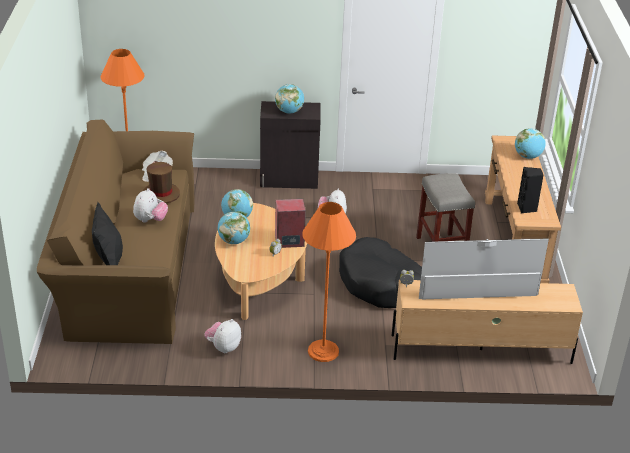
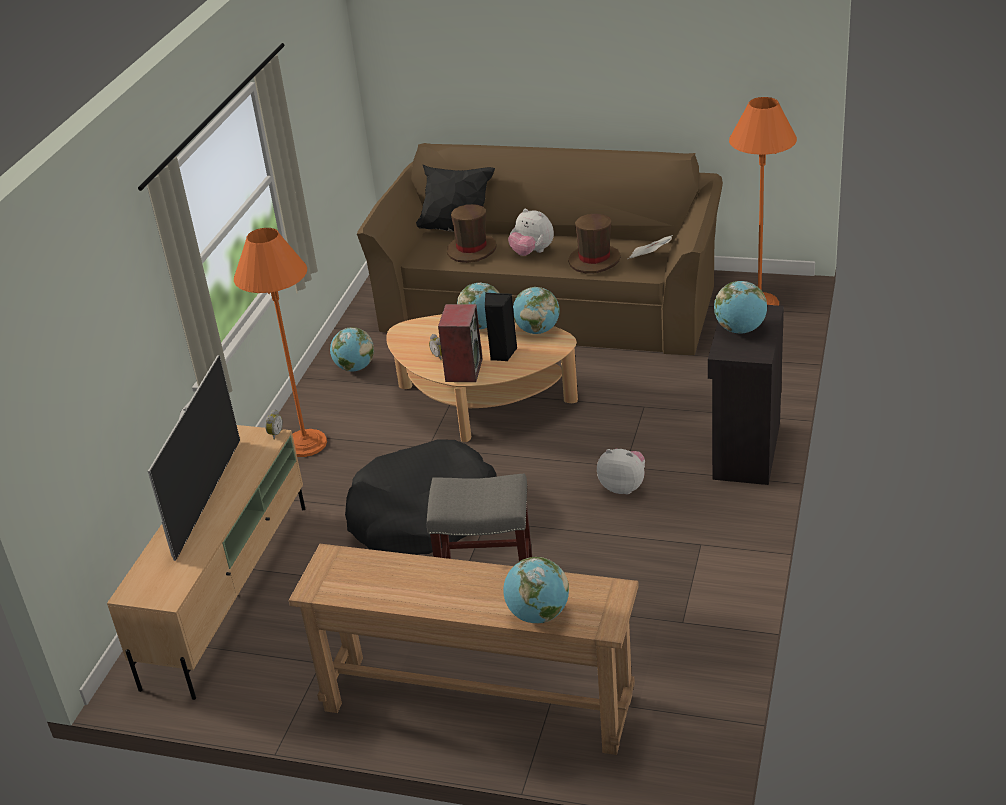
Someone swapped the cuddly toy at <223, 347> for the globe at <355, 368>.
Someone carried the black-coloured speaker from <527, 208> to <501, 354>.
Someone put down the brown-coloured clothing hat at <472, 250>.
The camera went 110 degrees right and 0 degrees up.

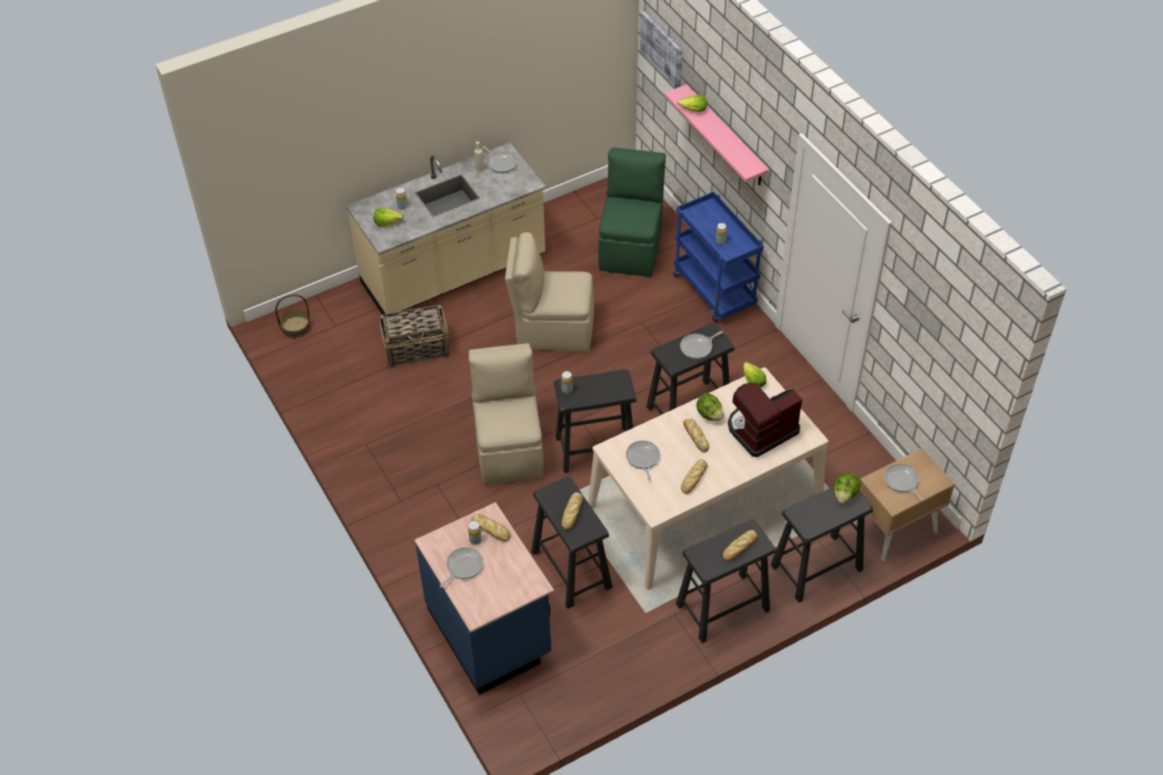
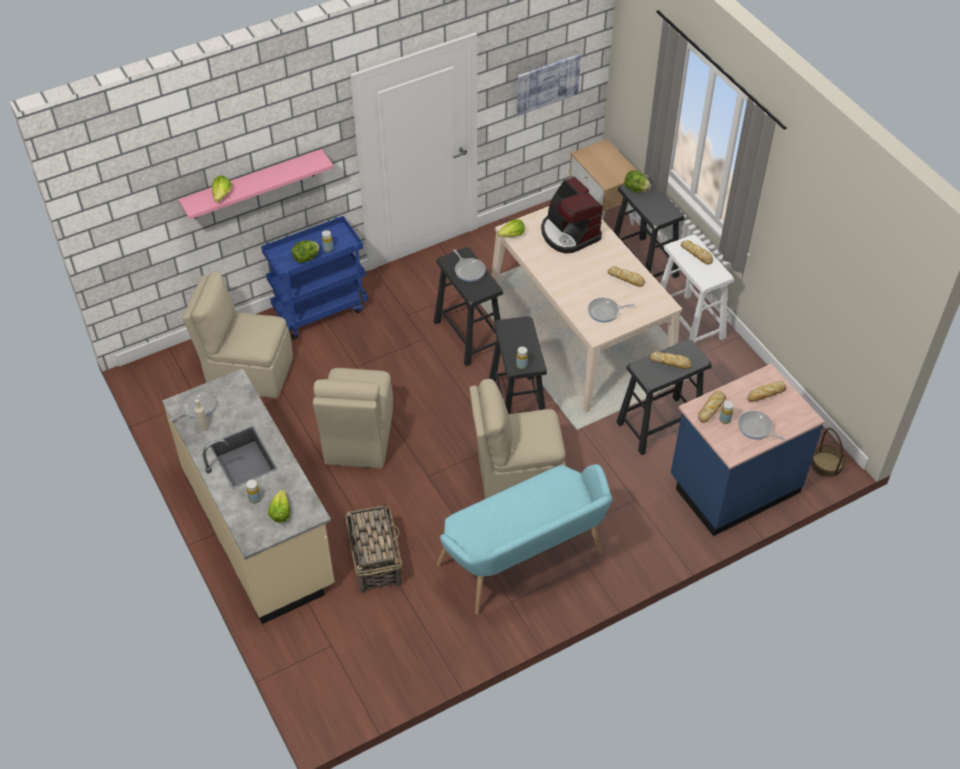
Someone carried the basket from <295, 327> to <826, 464>.
Someone repainted the green upright chair at <631, 248>, which became the beige upright chair at <248, 372>.
Someone carried the wall picture from <662, 49> to <547, 83>.
Someone repainted the black-coloured stool seat at <722, 607>, which became the white-coloured stool seat at <688, 323>.
Someone carried the baked bread from <695, 436> to <765, 394>.
Someone carried the lettuce head from <709, 415> to <306, 258>.
Someone took away the pan at <901, 481>.
Someone put down the turquoise bench at <525, 563>.
The camera went 90 degrees left and 0 degrees up.

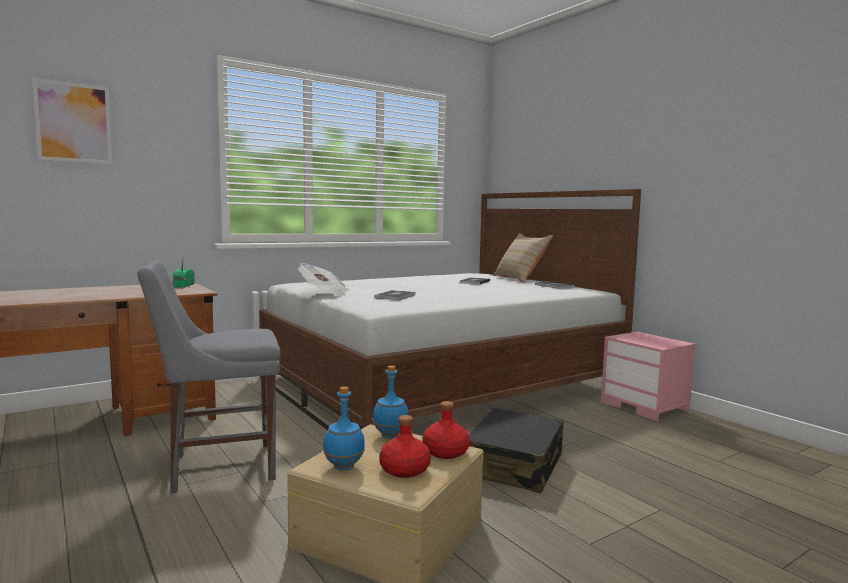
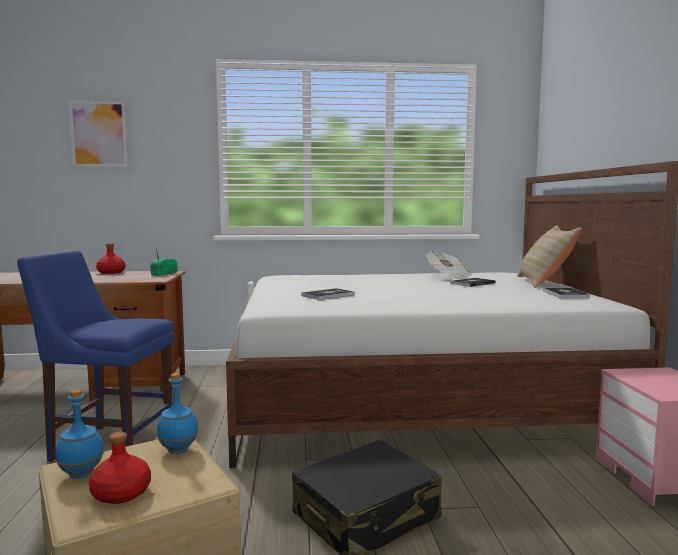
Someone repainted the grey upright chair at <217, 467>, which became the bluish upright chair at <108, 445>.
Someone carried the newspaper from <324, 293> to <448, 277>.
Someone carried the reddish bottle from <445, 452> to <111, 272>.
The camera went 30 degrees right and 0 degrees up.

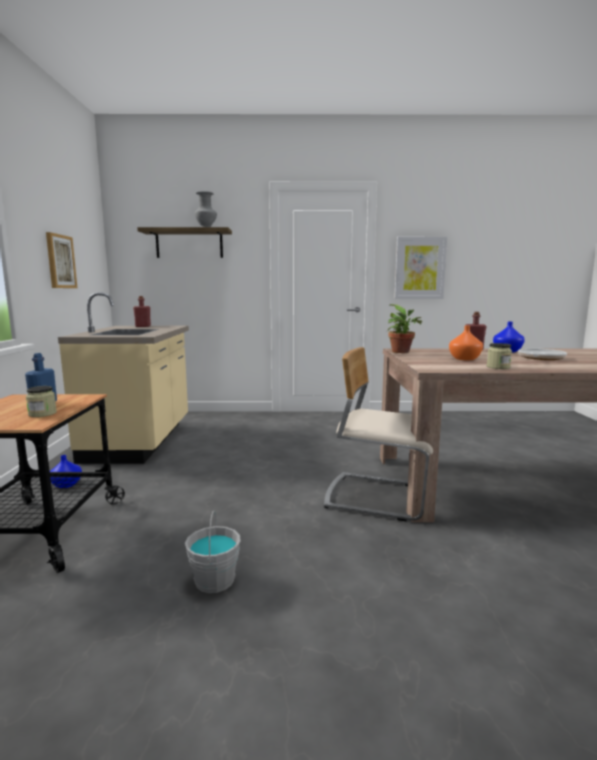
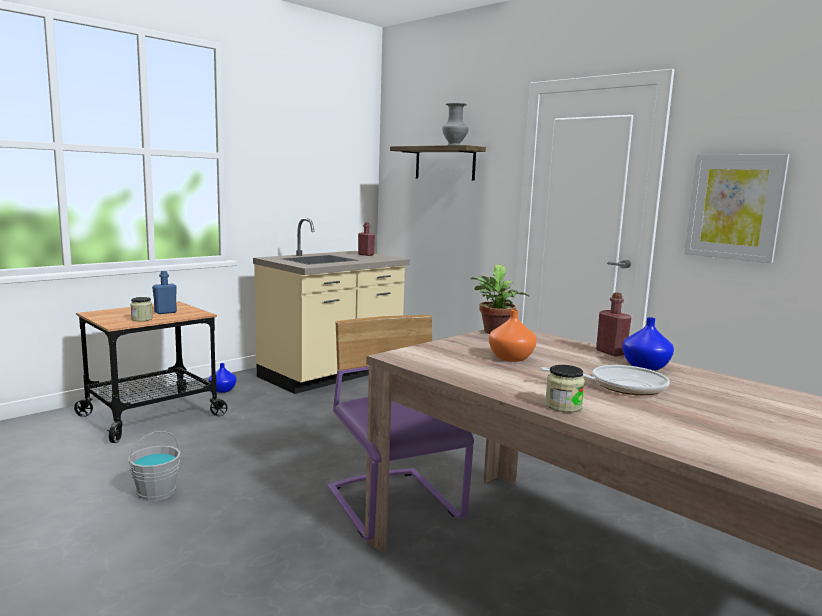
Someone took away the wall picture at <60, 261>.
Someone repainted the beige upright chair at <378, 496>, which became the purple upright chair at <395, 506>.
Someone carried the storage jar from <498, 367> to <563, 406>.
The camera went 45 degrees right and 0 degrees up.

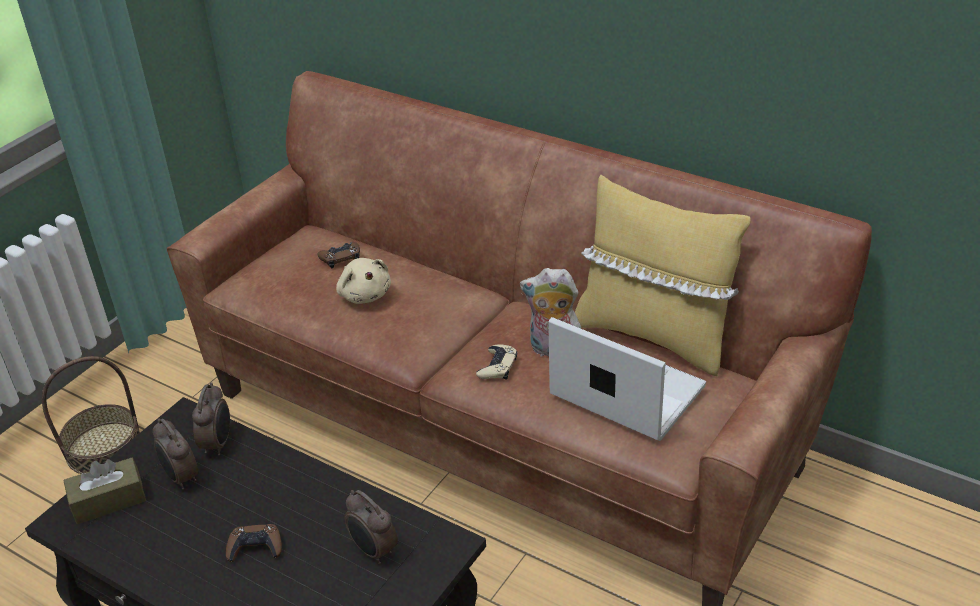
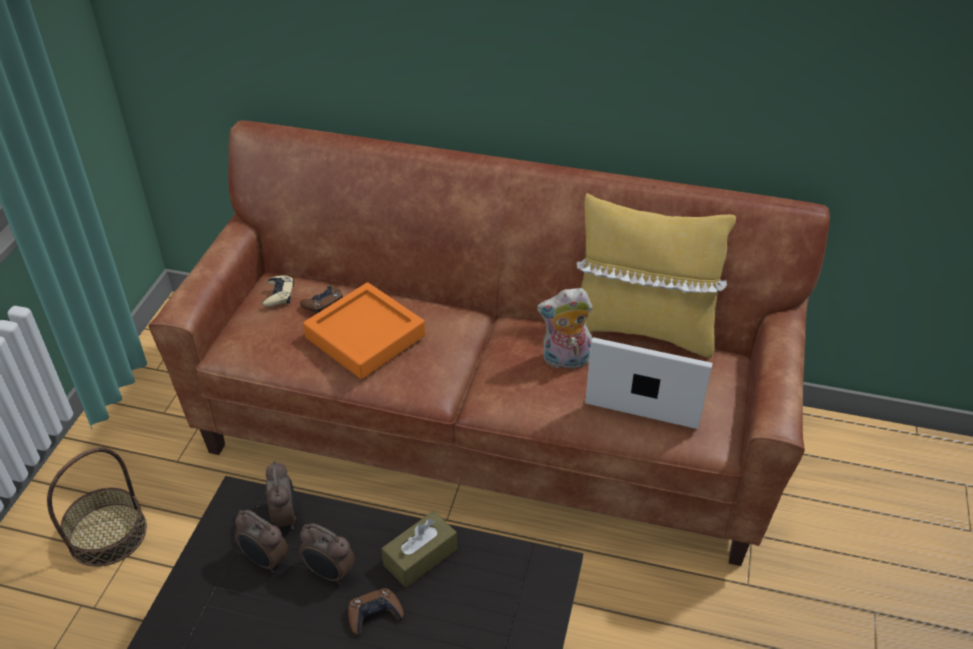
Someone carried the brown-coloured box of tissues from <108, 500> to <420, 557>.
Someone swapped the beige cuddly toy at <364, 294> for the orange serving tray at <365, 336>.
Someone carried the alarm clock from <373, 551> to <329, 573>.
Someone carried the beige game controller from <497, 366> to <279, 294>.
The camera went 20 degrees left and 5 degrees up.

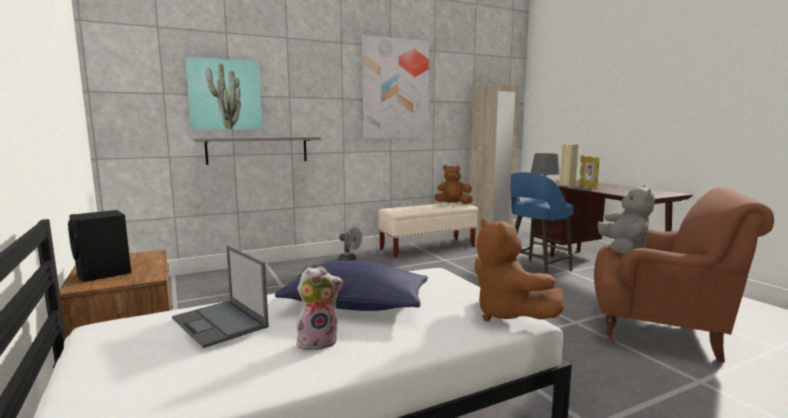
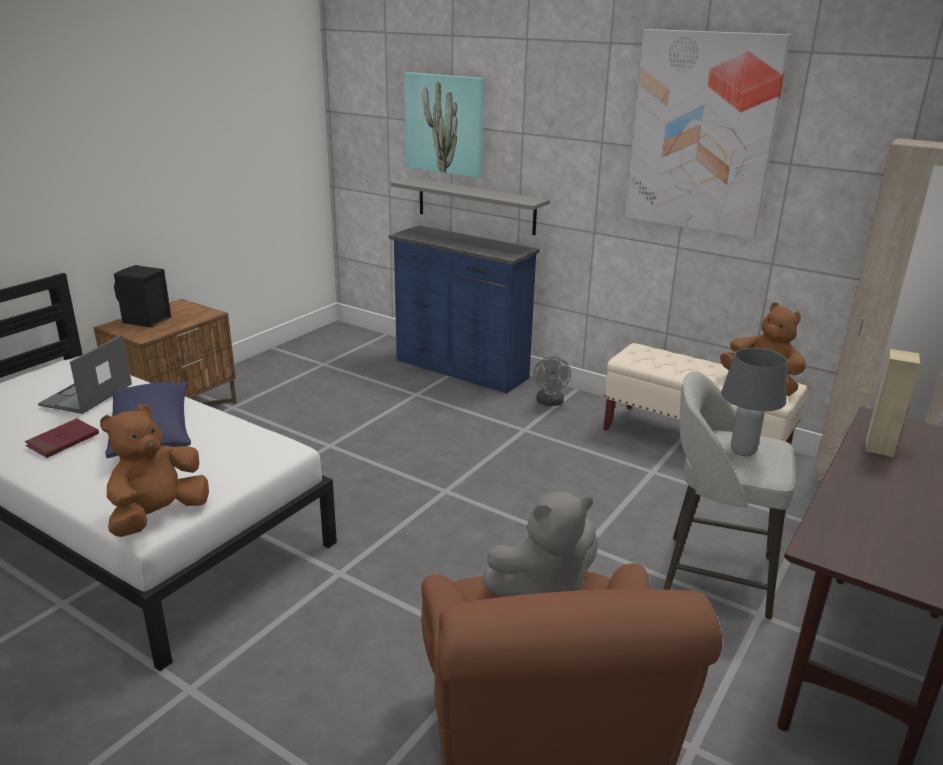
Someone swapped the cuddly toy at <318, 341> for the reddish bound book at <63, 441>.
Someone repainted the bluish stool seat at <536, 270>, which became the grey stool seat at <713, 574>.
Someone took away the picture frame at <588, 187>.
Someone put down the bluish dresser at <461, 370>.
The camera went 60 degrees right and 15 degrees up.

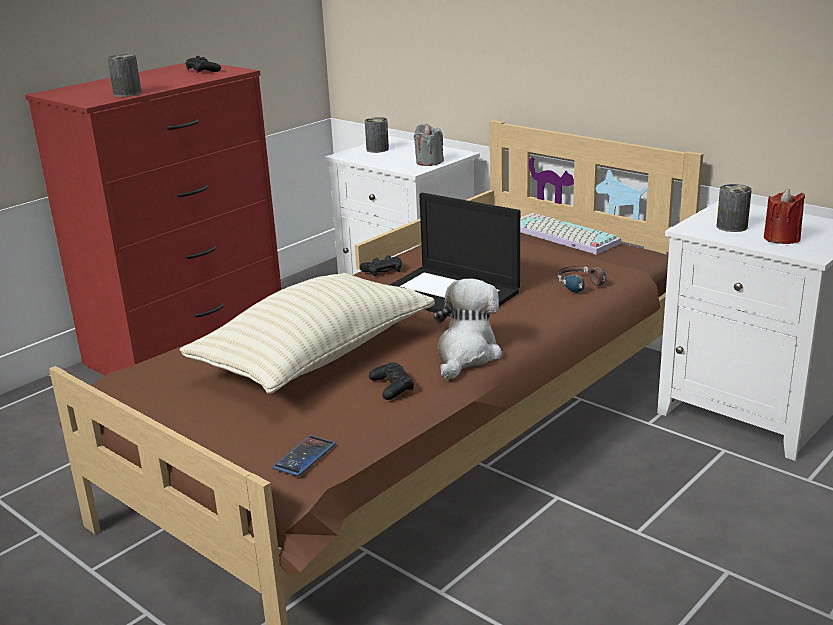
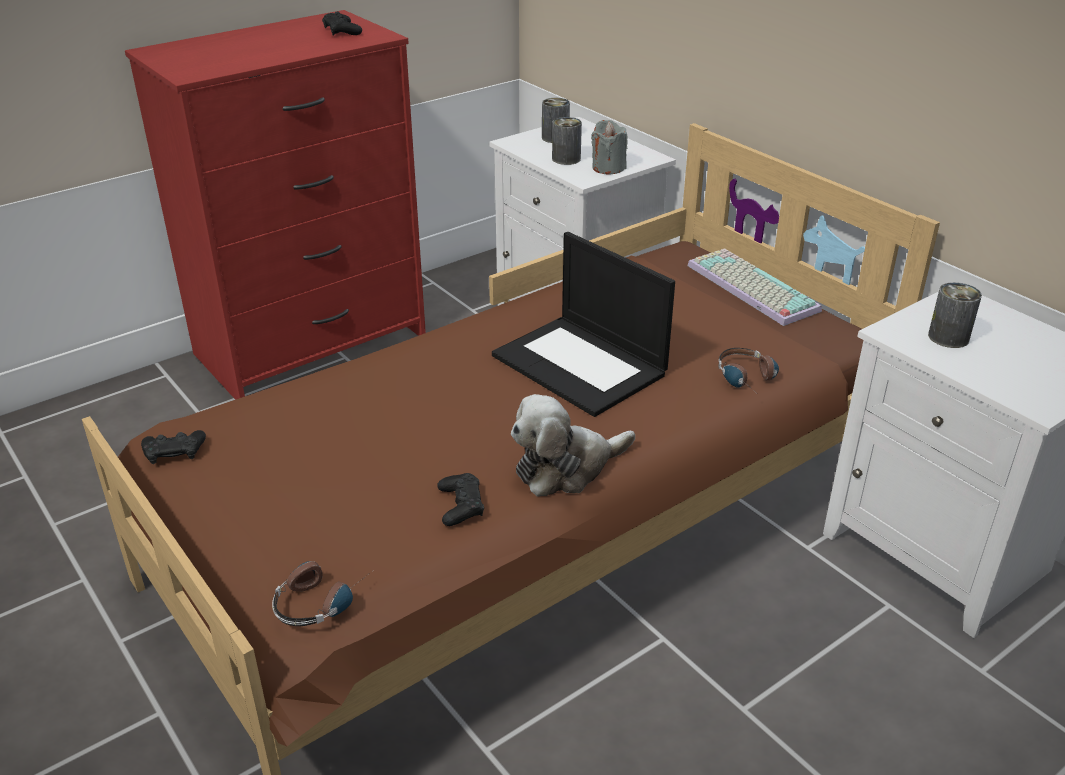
Someone carried the metal can from <127, 93> to <566, 159>.
Someone took away the beige throw pillow at <315, 357>.
Someone swapped the phone at <304, 456> for the pair of headphones at <322, 599>.
Someone carried the black-coloured game controller from <382, 271> to <174, 452>.
Someone rotated the cuddly toy at <466, 355> by 150 degrees counterclockwise.
Someone took away the reddish candle at <781, 238>.
The camera went 10 degrees right and 10 degrees up.

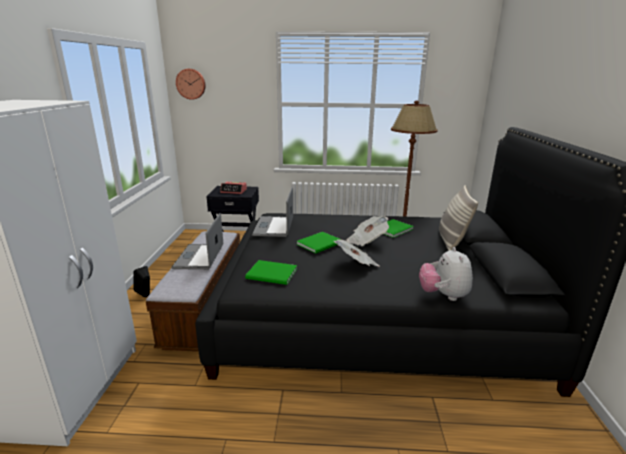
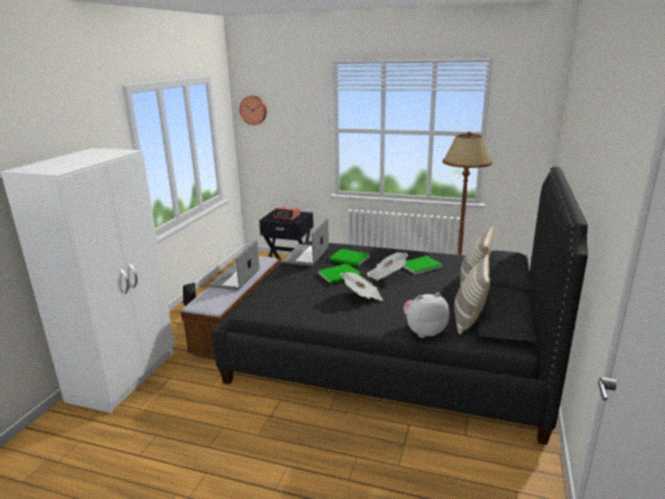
Someone carried the green bound book from <272, 274> to <350, 259>.
Someone rotated the cuddly toy at <443, 295> by 60 degrees clockwise.
Someone put down the throw pillow at <468, 320>.
The camera went 15 degrees right and 0 degrees up.

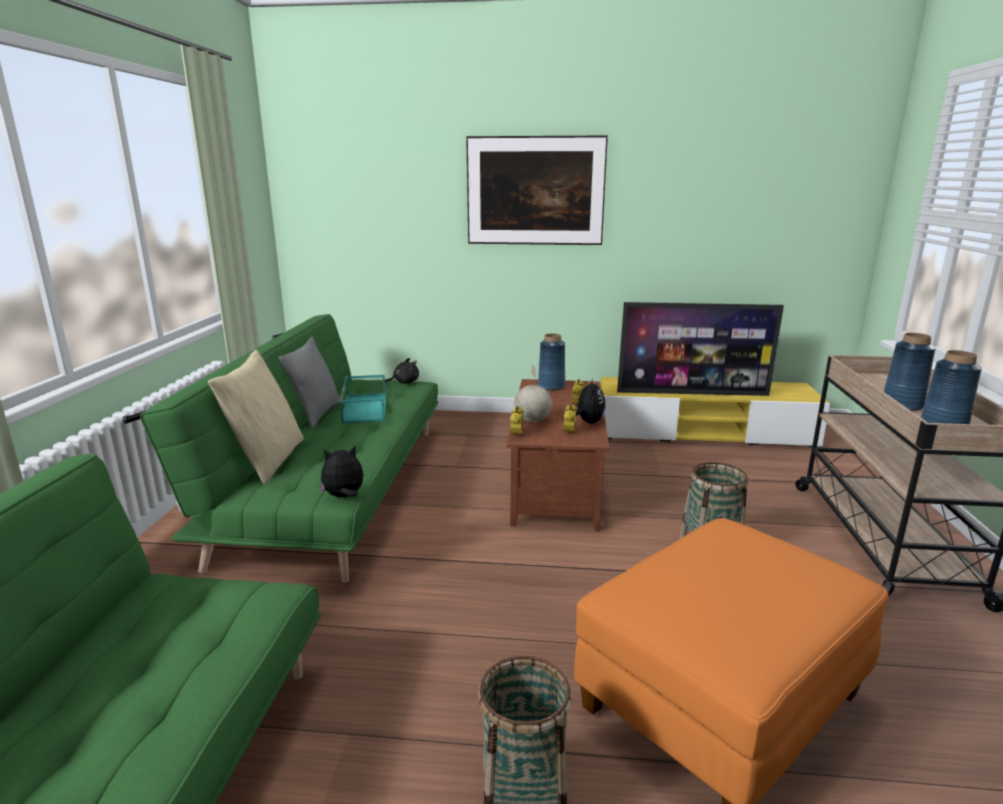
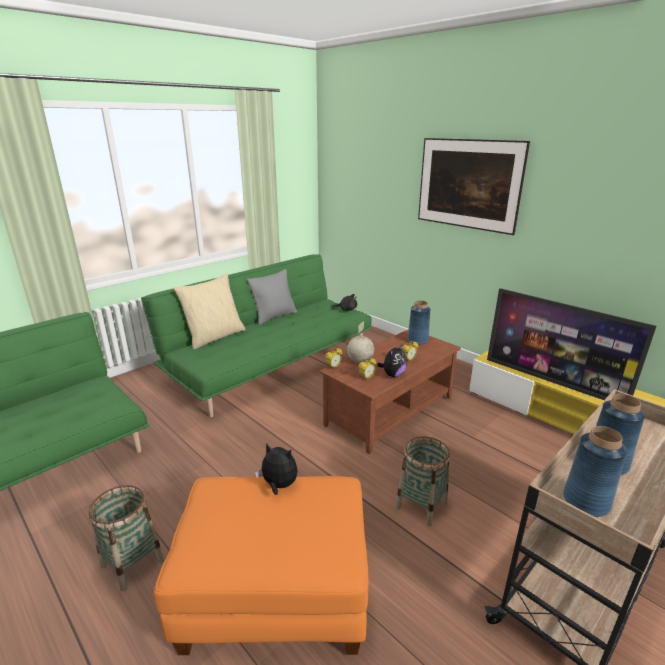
Someone carried the cuddly toy from <344, 496> to <279, 486>.
Someone took away the turquoise serving tray at <364, 407>.
The camera went 40 degrees right and 5 degrees up.

